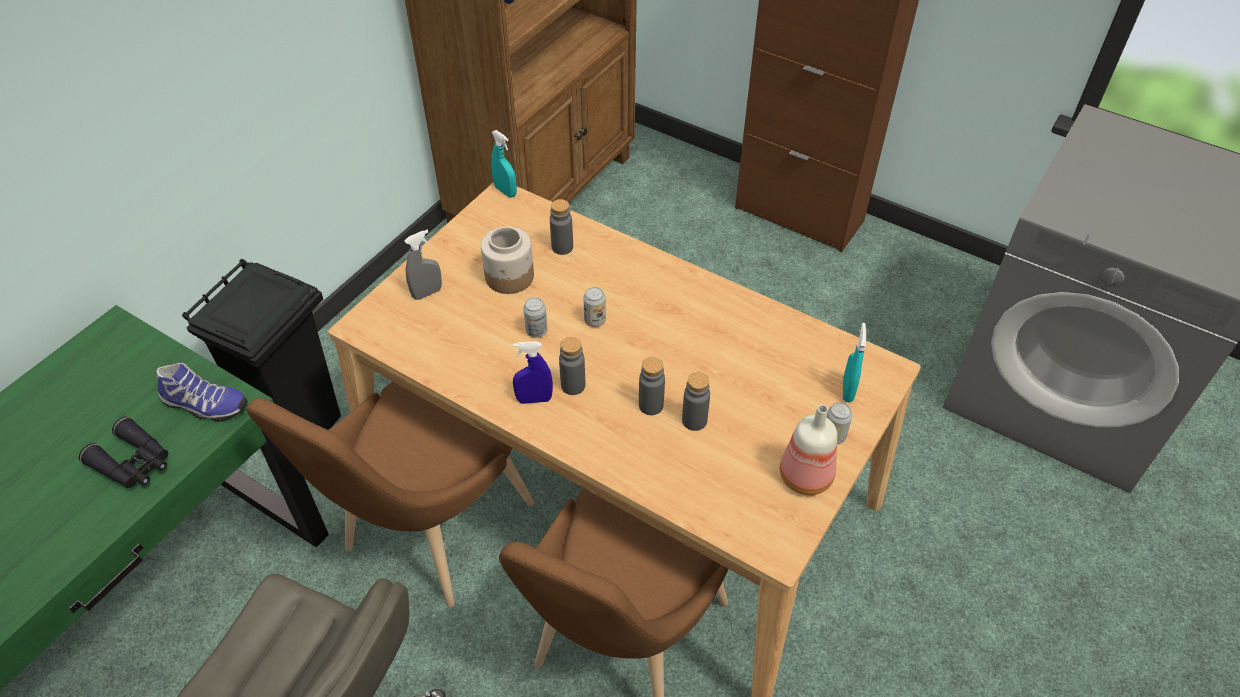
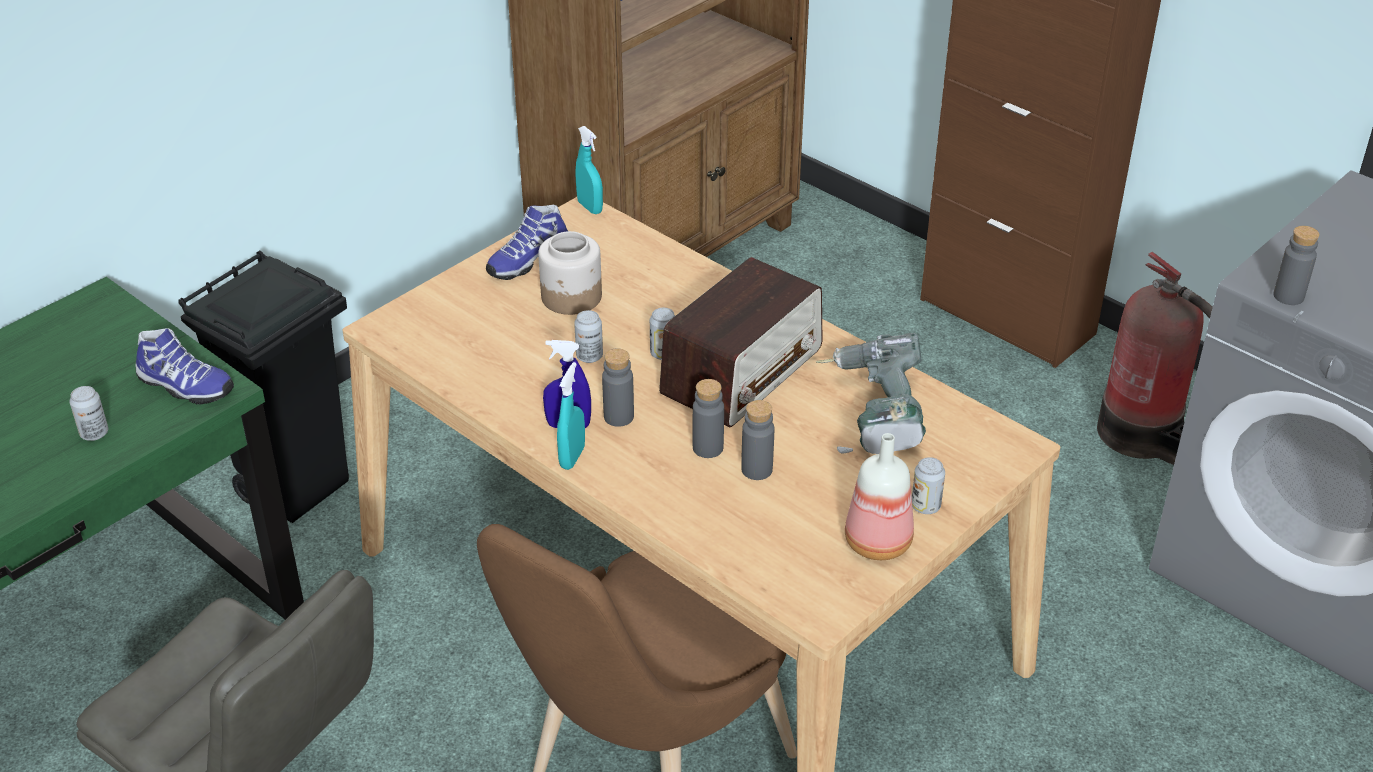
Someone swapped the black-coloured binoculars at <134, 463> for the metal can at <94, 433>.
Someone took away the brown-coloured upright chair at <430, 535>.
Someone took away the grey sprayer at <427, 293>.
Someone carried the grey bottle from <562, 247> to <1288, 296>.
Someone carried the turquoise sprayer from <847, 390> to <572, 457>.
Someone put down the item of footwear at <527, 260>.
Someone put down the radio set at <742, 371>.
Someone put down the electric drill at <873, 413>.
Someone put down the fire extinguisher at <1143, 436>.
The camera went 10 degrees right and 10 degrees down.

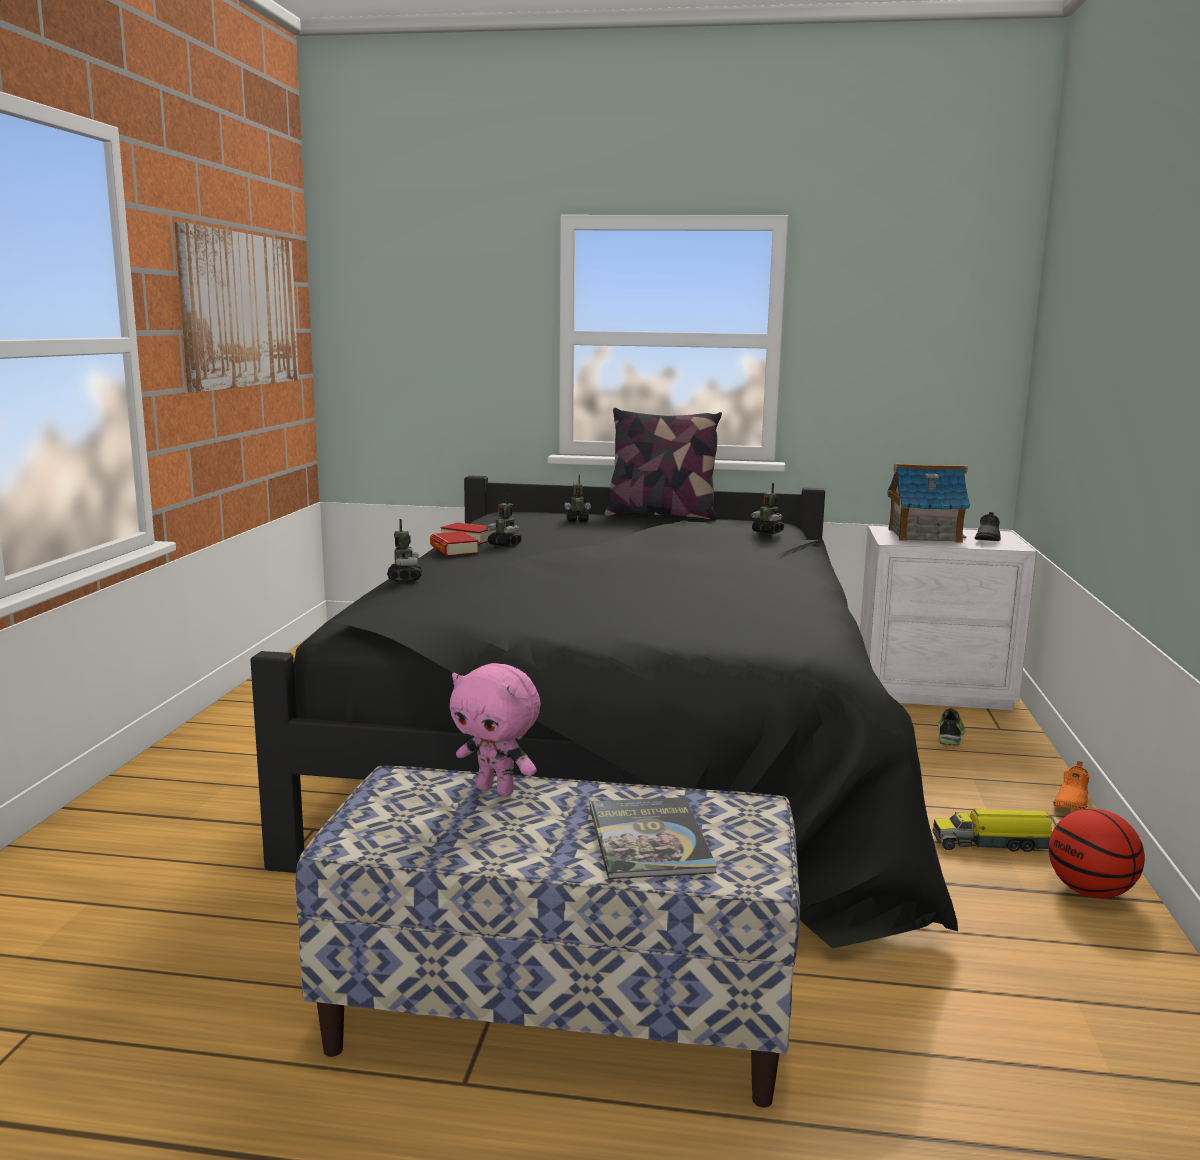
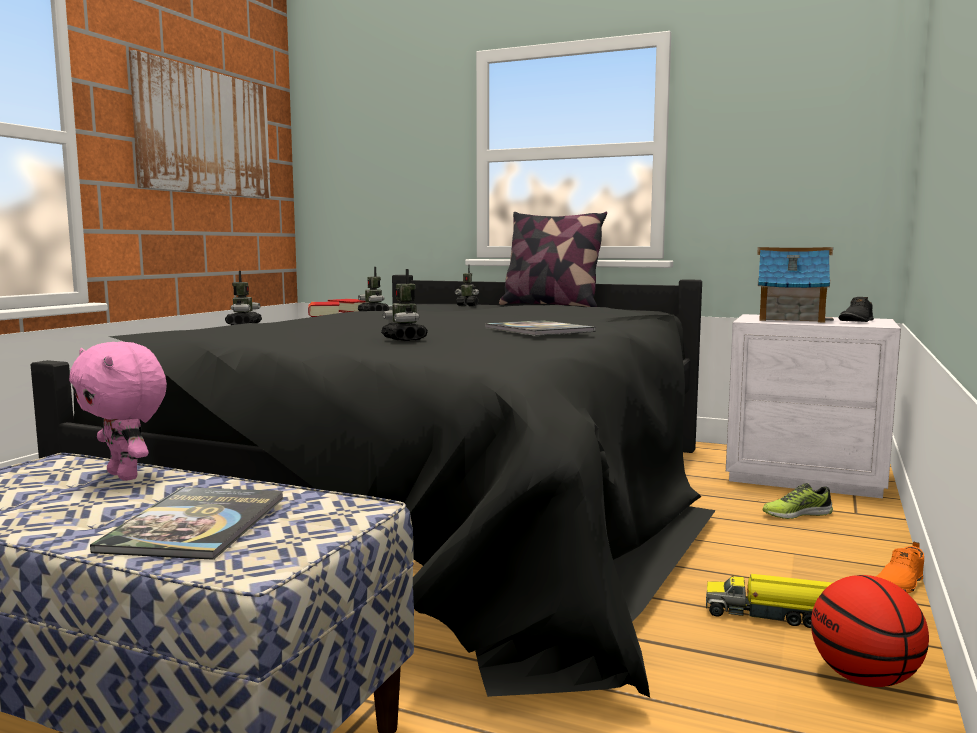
Someone carried the model robot from <767, 532> to <404, 339>.
Someone rotated the item of footwear at <950, 735> by 135 degrees counterclockwise.
Someone put down the bound book at <538, 330>.
The camera went 15 degrees right and 5 degrees down.

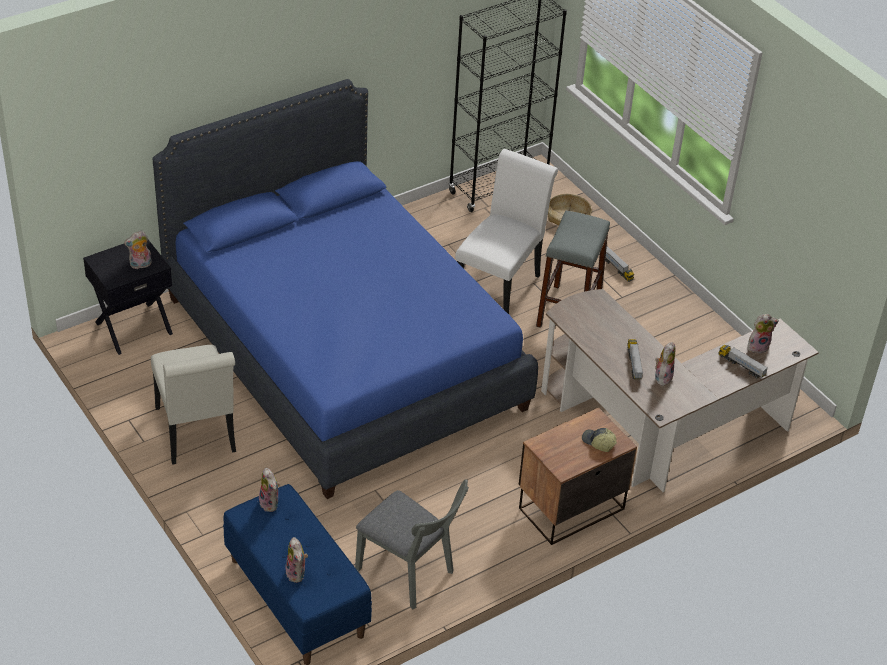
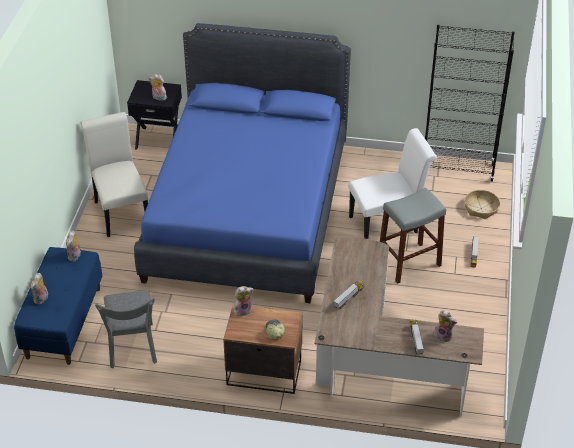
Someone rotated the white-coloured upright chair at <197, 435> by 135 degrees clockwise.
Someone carried the cuddly toy from <662, 377> to <243, 310>.
The camera went 45 degrees right and 0 degrees up.

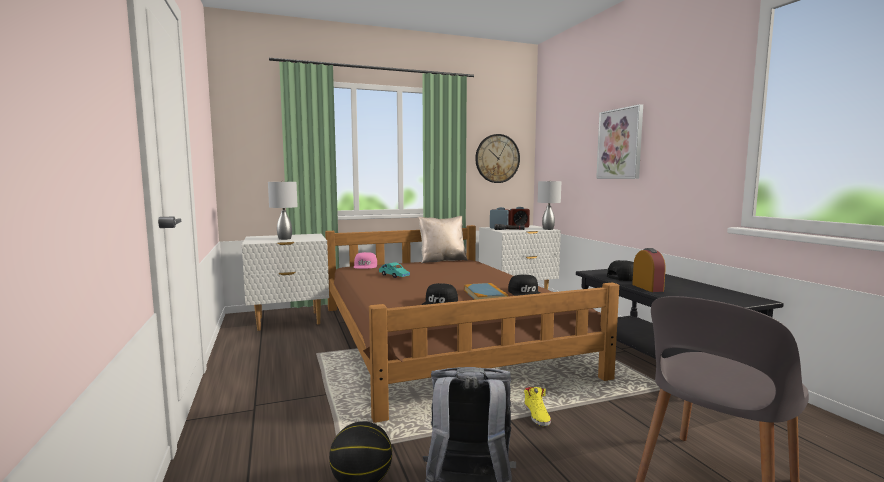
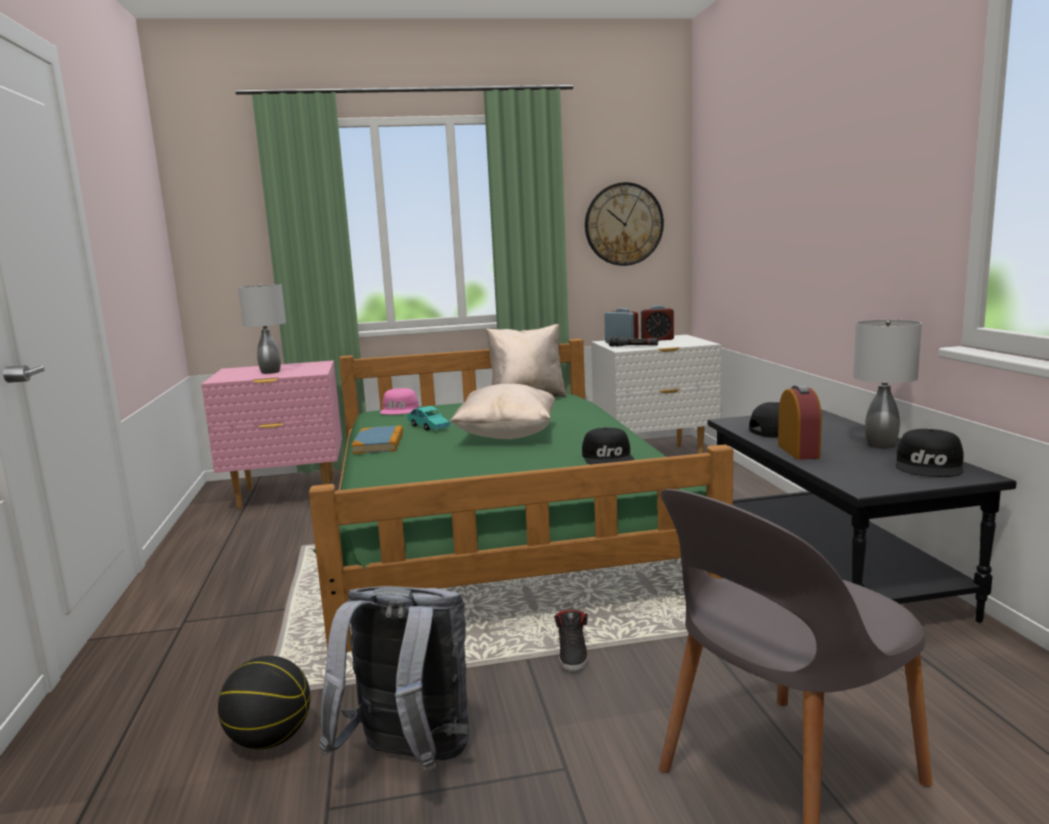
Someone repainted the white-coloured night table at <289, 321>, which became the pinkish night table at <287, 494>.
Someone repainted the brown-coloured sleeping bed at <442, 337>, which became the green sleeping bed at <497, 523>.
Someone carried the black-coloured peaked cap from <440, 303> to <930, 466>.
Someone carried the bound book from <485, 295> to <379, 443>.
Someone repainted the yellow item of footwear at <537, 415>, which became the black-coloured item of footwear at <573, 653>.
Someone carried the grey table lamp from <548, 229> to <881, 445>.
Someone took away the wall picture at <620, 144>.
Someone put down the beige throw pillow at <507, 436>.
The camera went 10 degrees right and 5 degrees up.

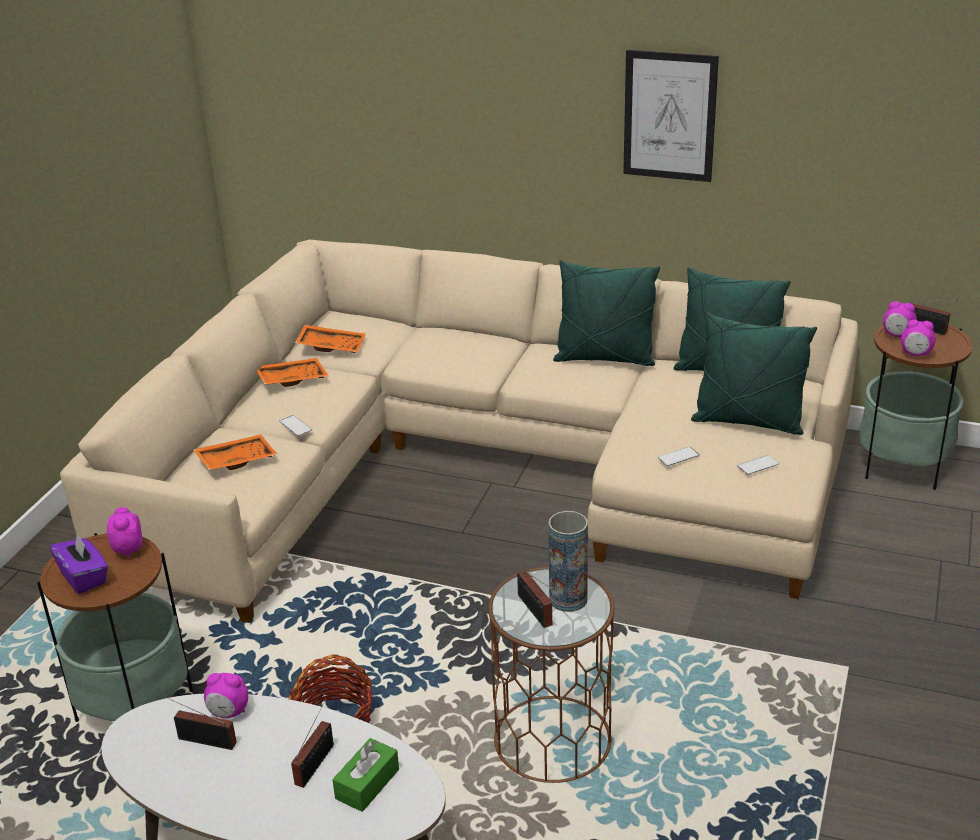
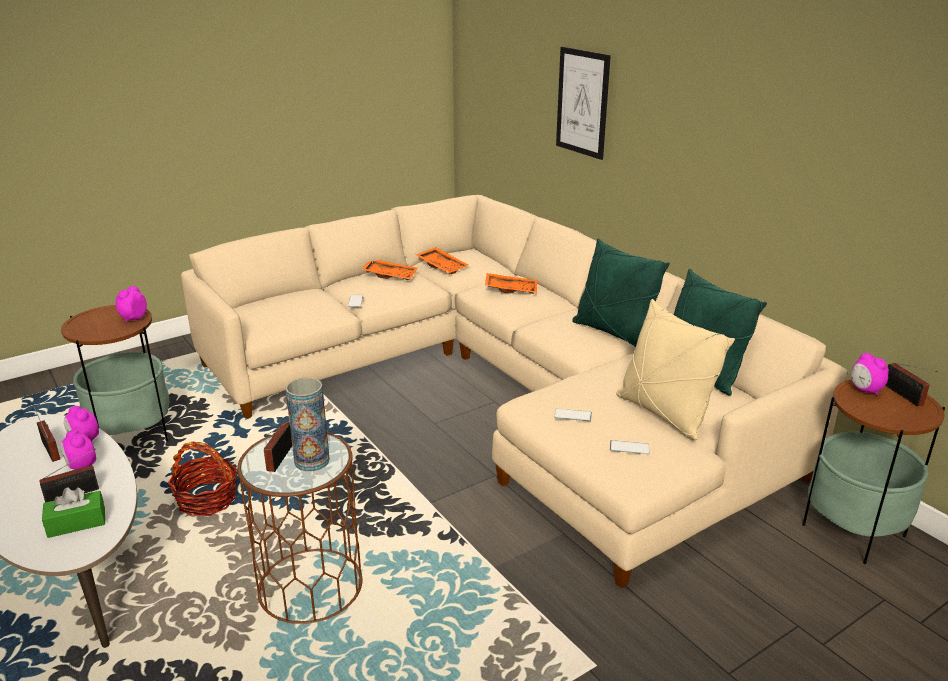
Someone took away the purple box of tissues at <84, 577>.
Someone carried the orange serving tray from <236, 460> to <511, 289>.
Someone carried the wall picture from <669, 116> to <582, 102>.
Someone repainted the green throw pillow at <748, 421>, which became the beige throw pillow at <663, 413>.
Someone carried the alarm clock from <915, 354> to <82, 466>.
The camera went 35 degrees right and 5 degrees down.

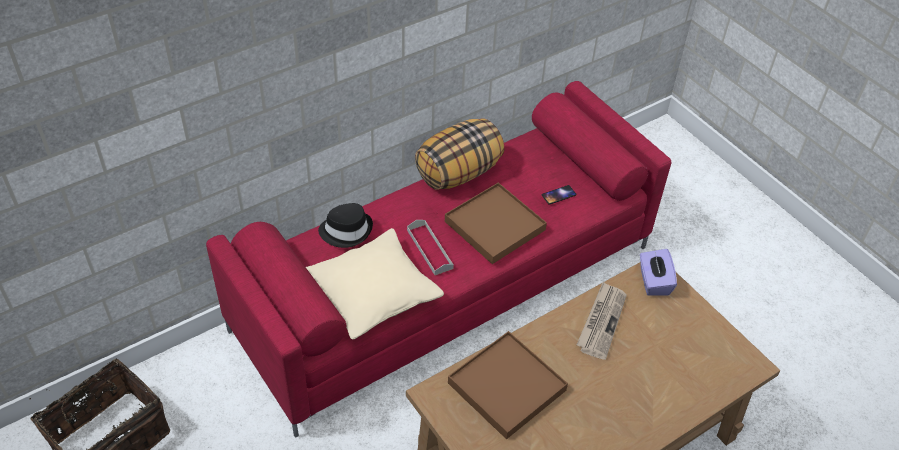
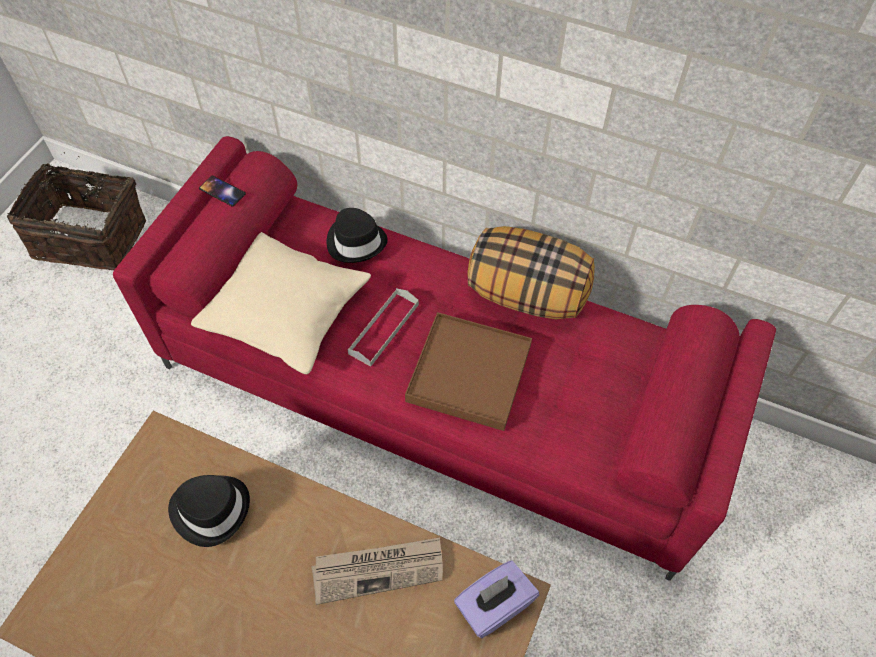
Someone swapped the brown-coloured serving tray at <506, 386> for the black-coloured clothing hat at <211, 509>.
Someone carried the phone from <558, 195> to <222, 191>.
The camera went 60 degrees right and 10 degrees up.

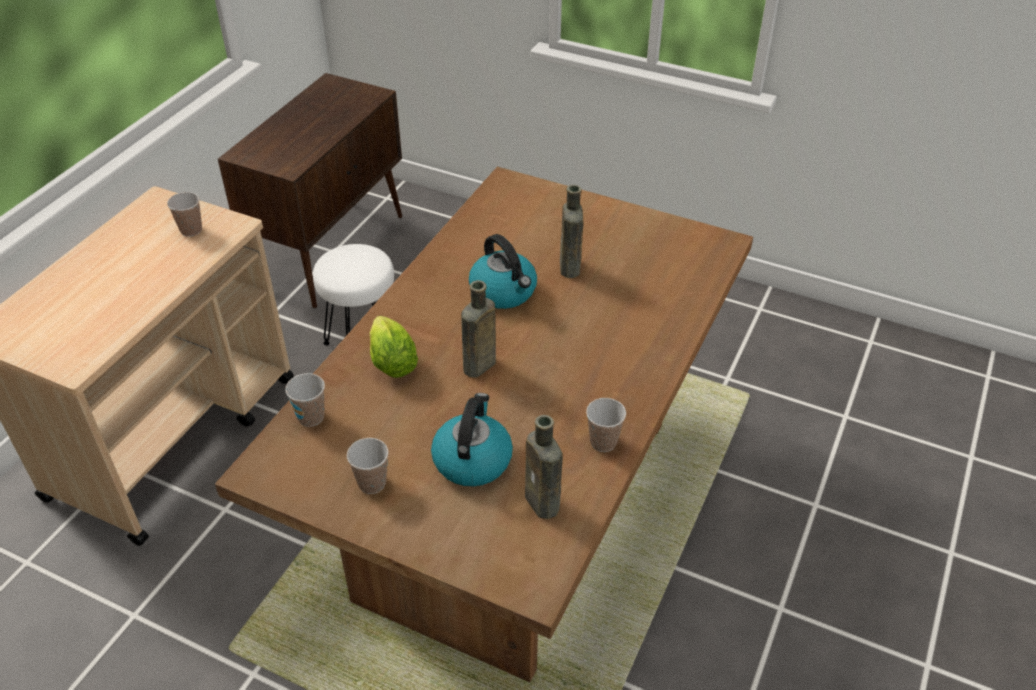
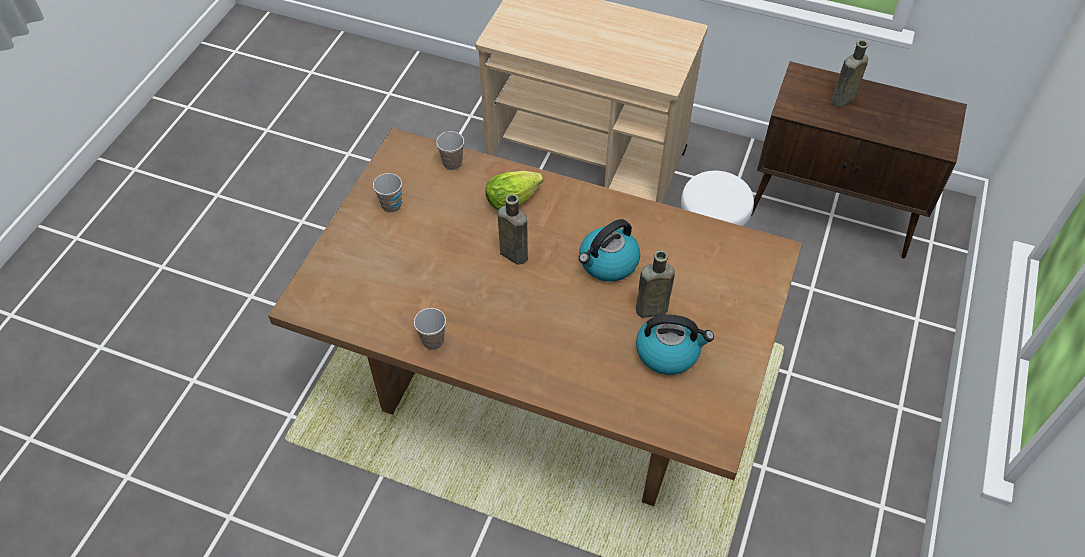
Someone took away the drinking cup at <191, 230>.
Someone carried the kettle from <472, 459> to <668, 352>.
Someone carried the brown-coloured bottle from <543, 504> to <841, 101>.
The camera went 85 degrees right and 10 degrees up.

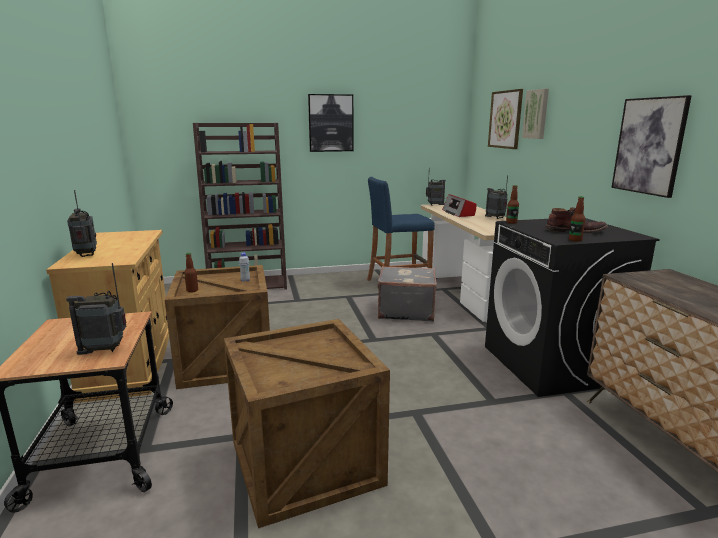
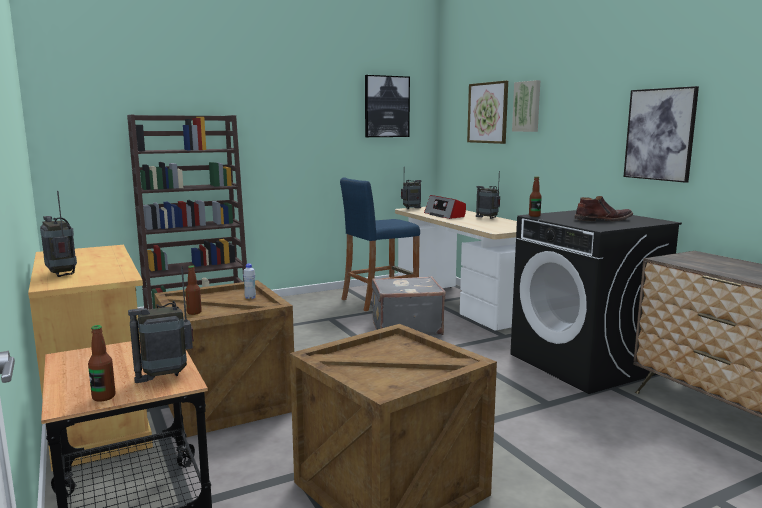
Someone carried the wall picture from <331, 123> to <386, 106>.
Someone carried the bottle from <575, 240> to <104, 397>.
The camera went 15 degrees left and 5 degrees down.

